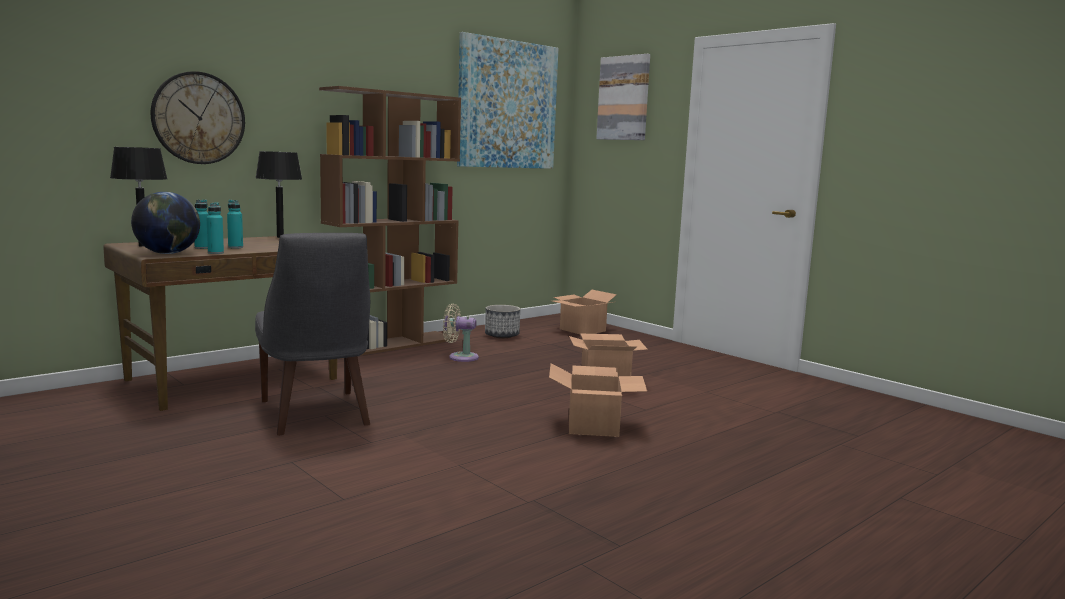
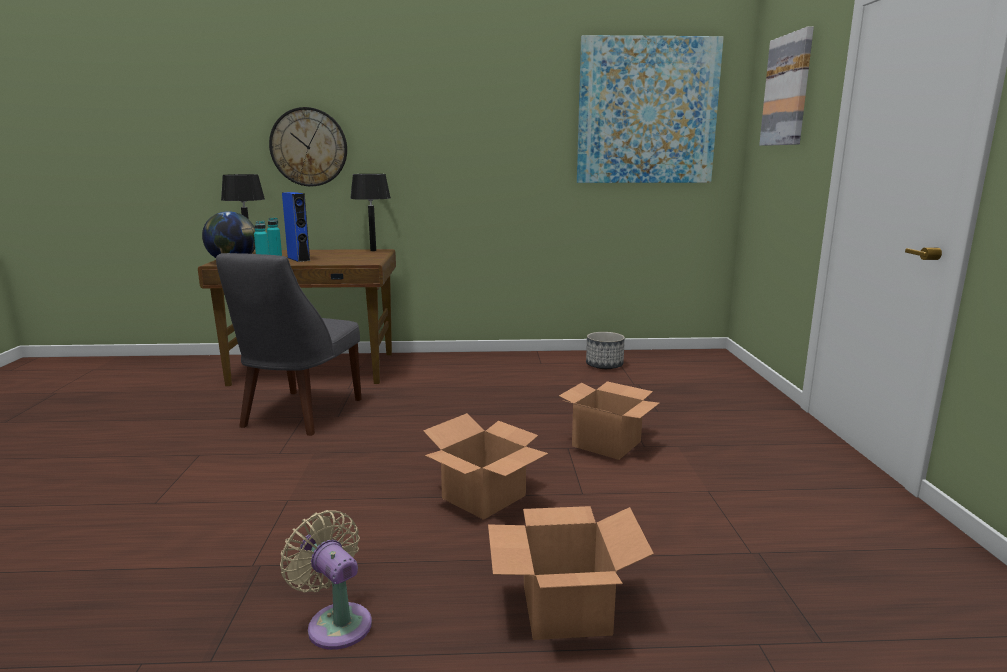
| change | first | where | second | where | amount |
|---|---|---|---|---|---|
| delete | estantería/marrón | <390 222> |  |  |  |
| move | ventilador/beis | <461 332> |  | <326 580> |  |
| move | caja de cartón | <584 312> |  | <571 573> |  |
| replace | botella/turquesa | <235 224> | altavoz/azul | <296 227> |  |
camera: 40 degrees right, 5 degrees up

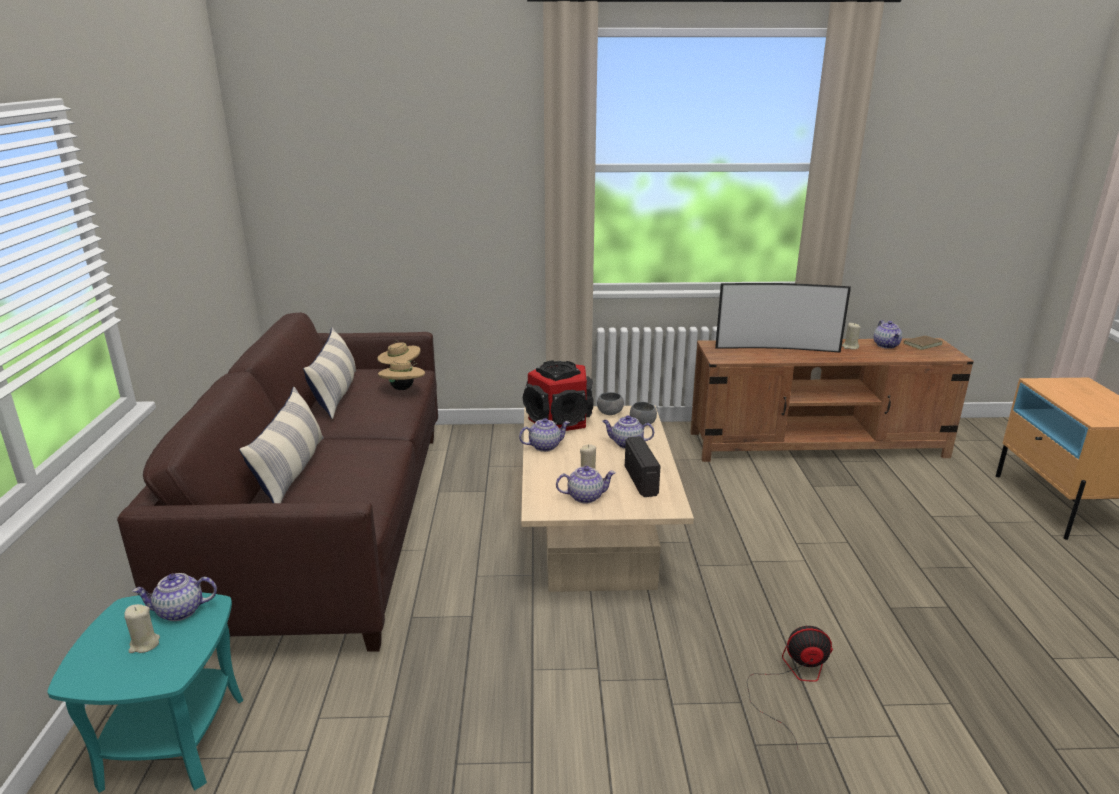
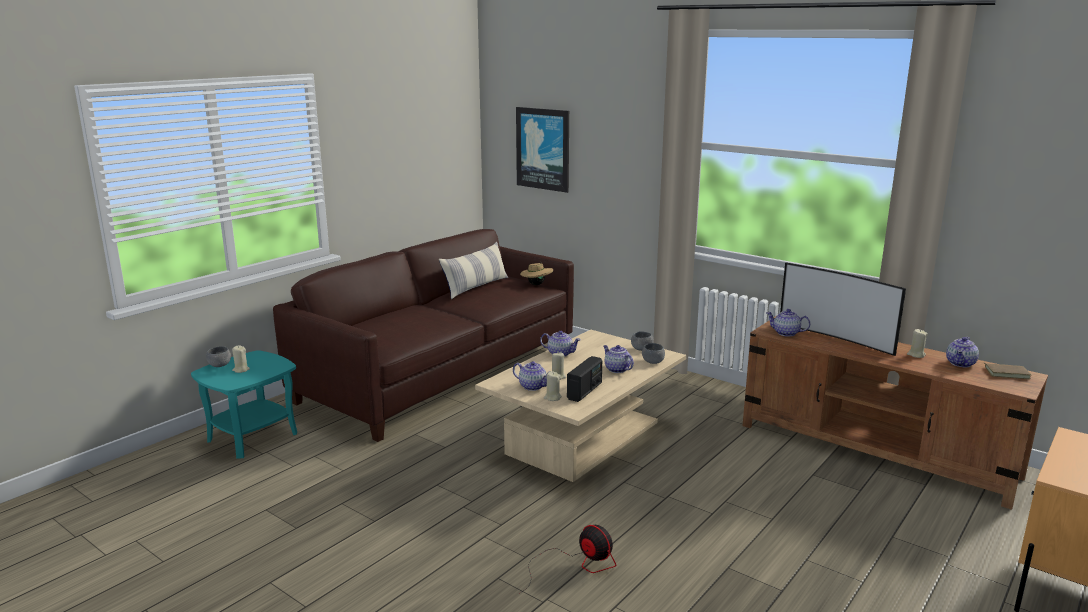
| change | first | where | second | where | amount |
|---|---|---|---|---|---|
| delete | cojín | <281 445> |  |  |  |
| delete | sombrero/beis | <401 375> |  |  |  |
| delete | altavoz | <558 395> |  |  |  |
| insert |  |  | cuenco/gris | <218 356> |  |
| insert |  |  | cuadro | <542 150> |  |
| insert |  |  | vela/beis | <553 386> |  |
| move | tetera | <175 597> |  | <788 323> |  |
camera: 40 degrees right, 5 degrees down

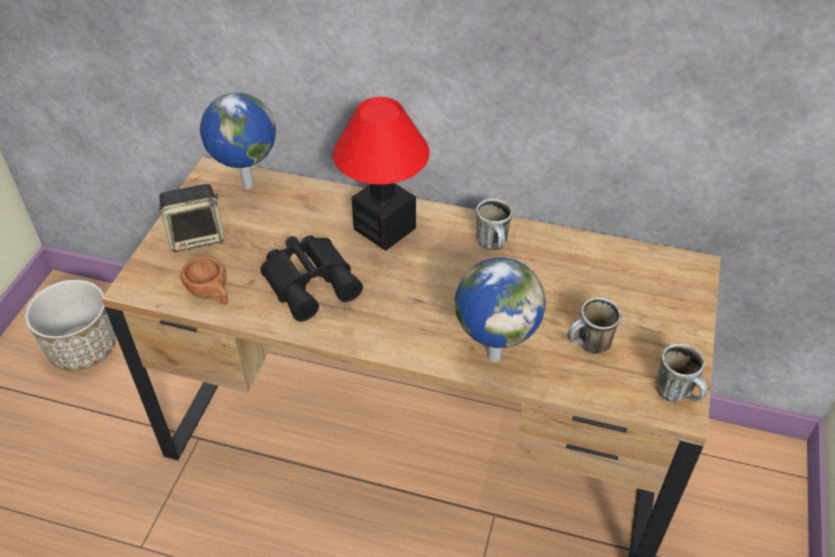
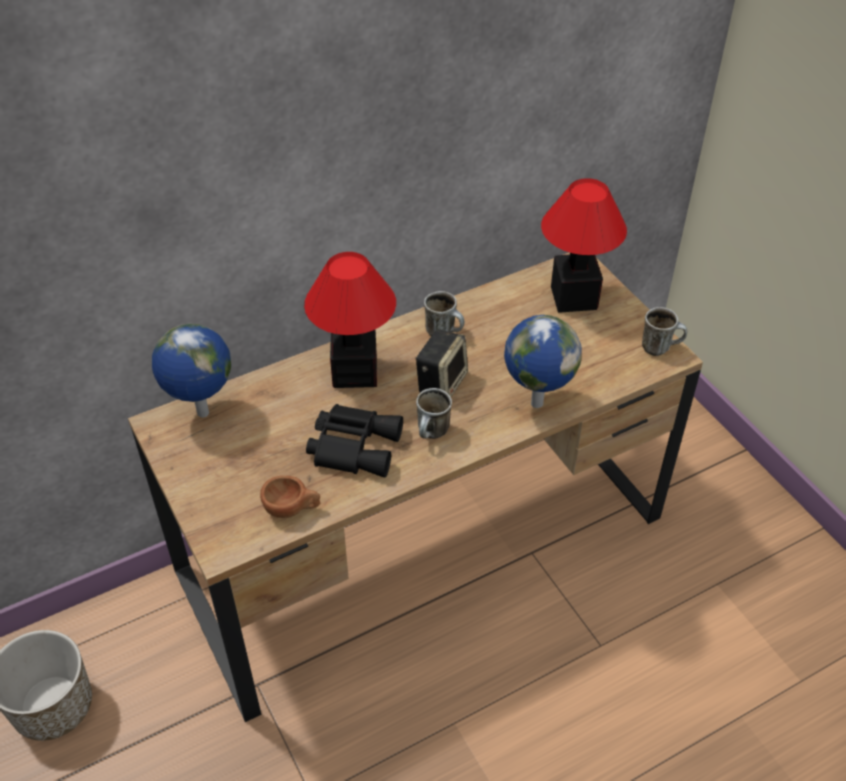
| change | first | where | second | where | amount |
|---|---|---|---|---|---|
| insert |  |  | lámpara de mesa | <584 245> |  |
| move | altavoz | <191 218> |  | <441 363> |  |
| move | taza grande | <594 325> |  | <434 413> |  |
camera: 45 degrees left, 0 degrees up

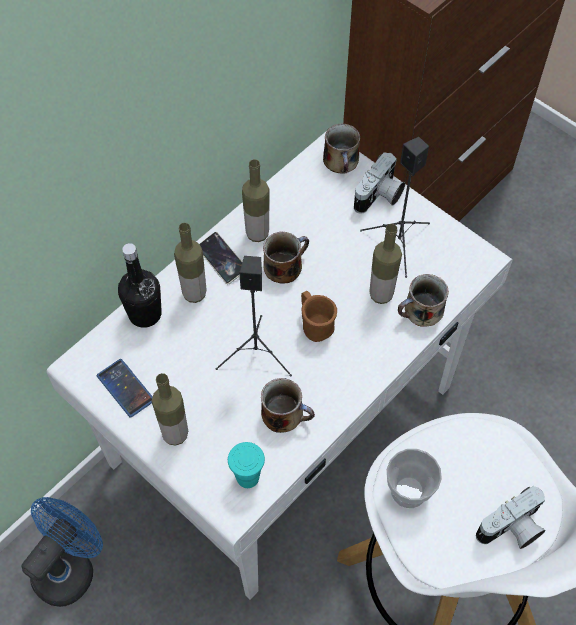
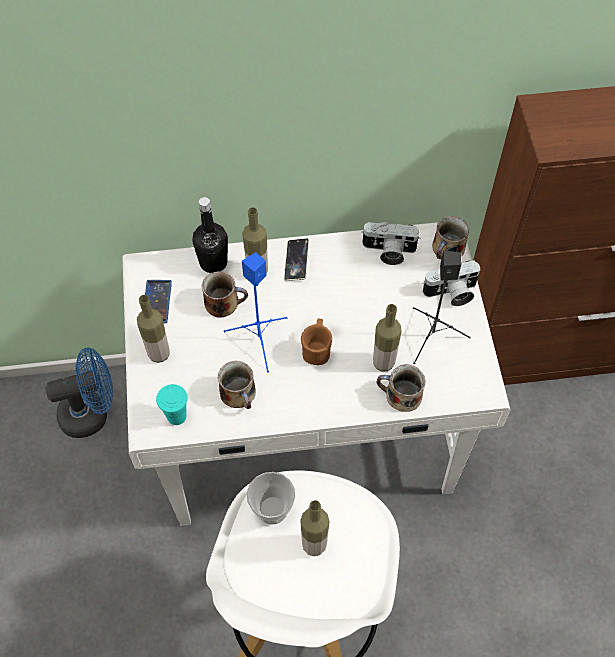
| change | first | where | second | where | amount |
|---|---|---|---|---|---|
| move | botella | <255 200> |  | <314 528> |  |
| move | taza grande | <286 257> |  | <225 294> |  |
| move | cámara | <511 517> |  | <390 243> |  |
| recolor | altavoz/negro | <254 316> | altavoz/azul | <255 312> |  |
camera: 40 degrees right, 0 degrees up

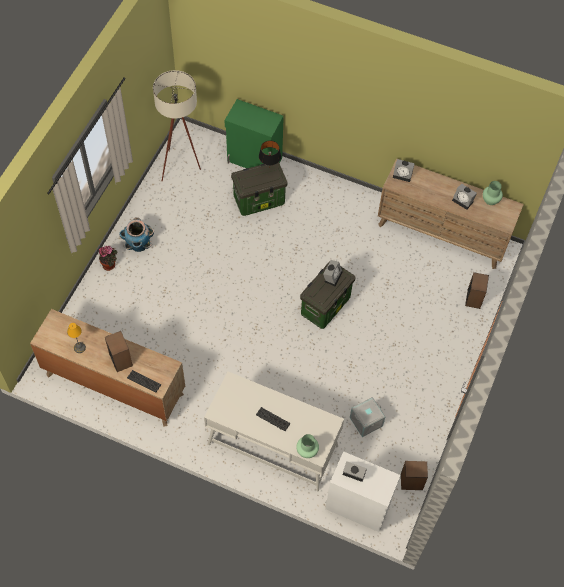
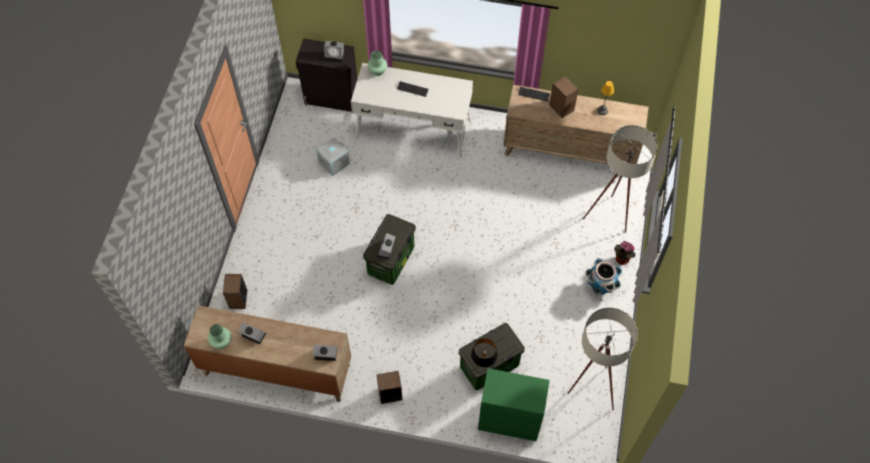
| change | first | where | second | where | amount |
|---|---|---|---|---|---|
| insert |  |  | lámpara de pie/beis | <620 179> |  |
| move | altavoz | <414 475> |  | <390 387> |  |
| recolor | armario/blanco | <363 491> | armario/negro | <326 75> |  |
camera: 170 degrees right, 0 degrees up

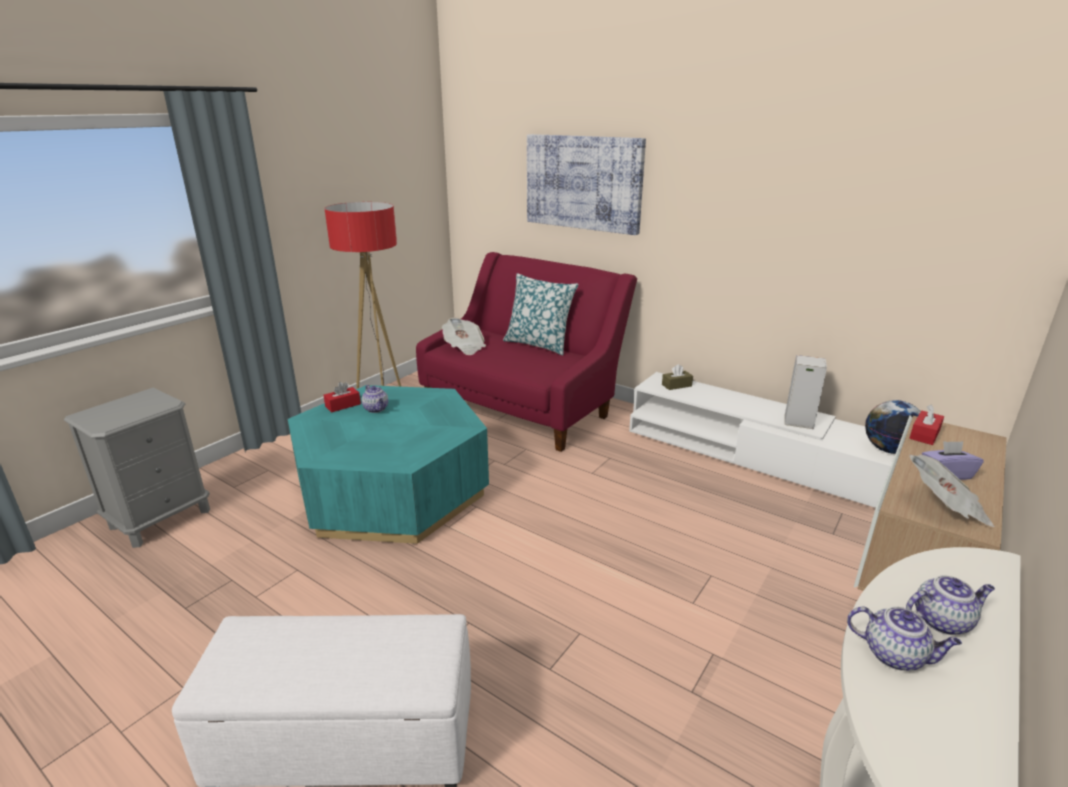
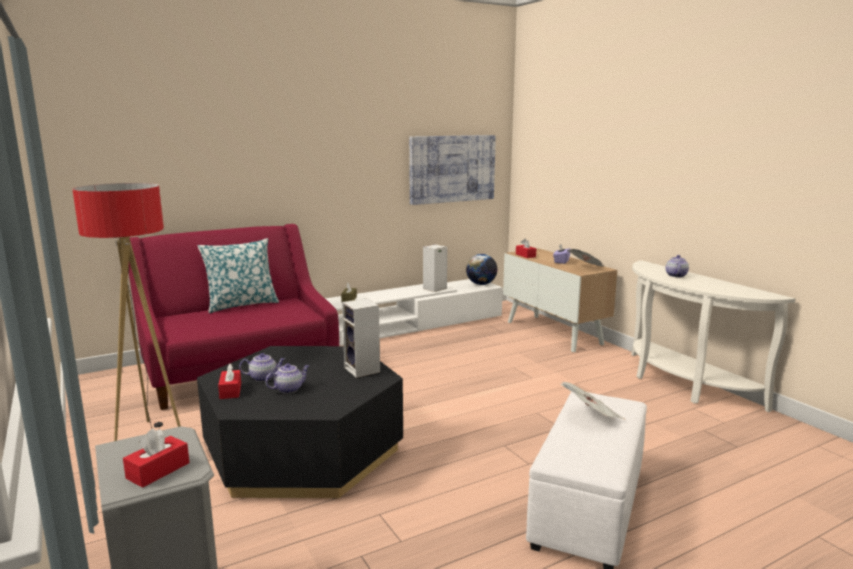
| change | first | where | second | where | amount |
|---|---|---|---|---|---|
| insert |  |  | caja de pañuelos/rojo | <156 458> |  |
| insert |  |  | altavoz | <361 338> |  |
| move | periódico | <464 336> |  | <593 401> |  |
| move | cuadro | <586 184> |  | <452 170> |  |
| move | tetera | <904 638> |  | <287 378> |  |
| recolor | mesa de centro/turquesa | <388 464> | mesa de centro/negro | <300 422> |  |
camera: 65 degrees left, 10 degrees down

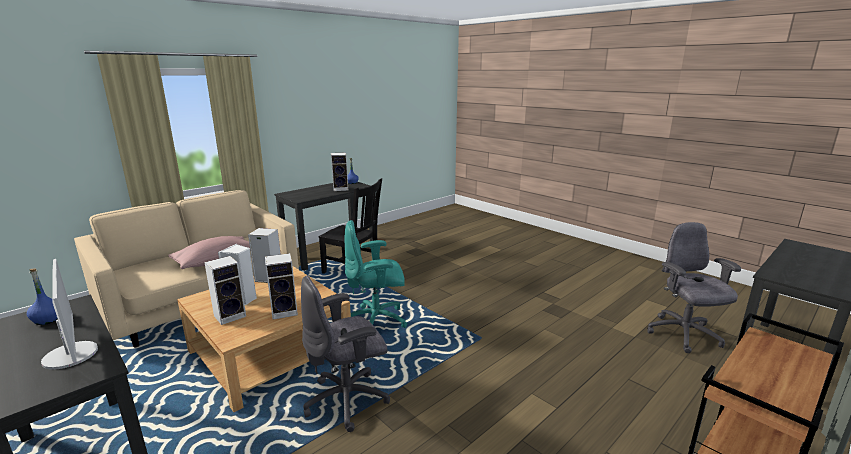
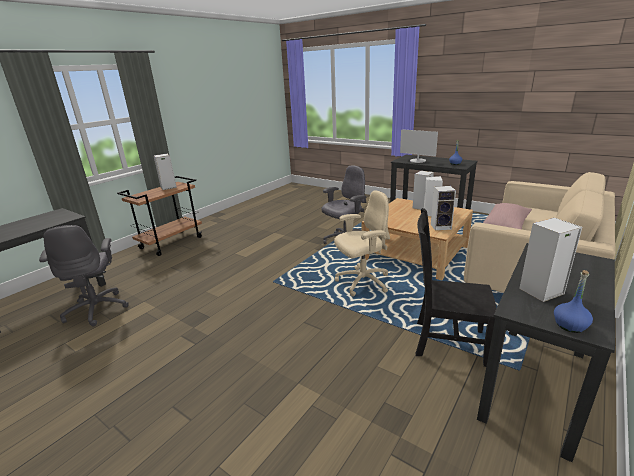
| change | first | where | second | where | amount |
|---|---|---|---|---|---|
| move | altavoz | <281 286> |  | <165 172> |  |
| recolor | silla de oficina/turquesa | <376 274> | silla de oficina/beis | <362 243> |  |
camera: 170 degrees right, 5 degrees up

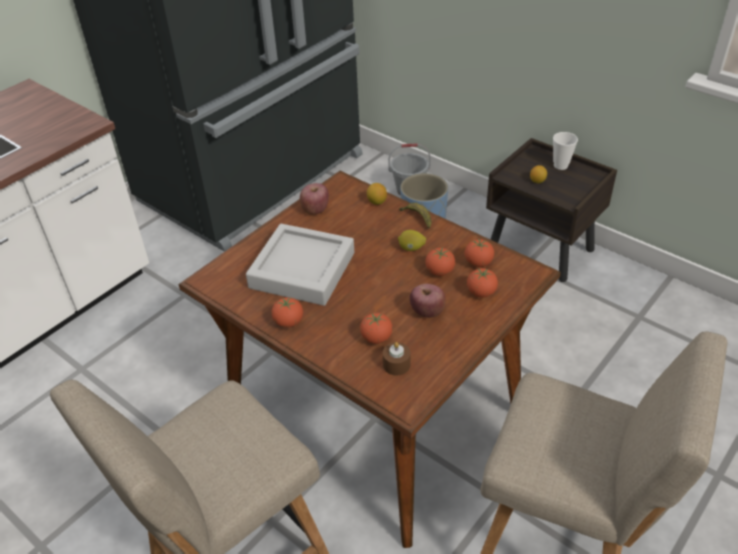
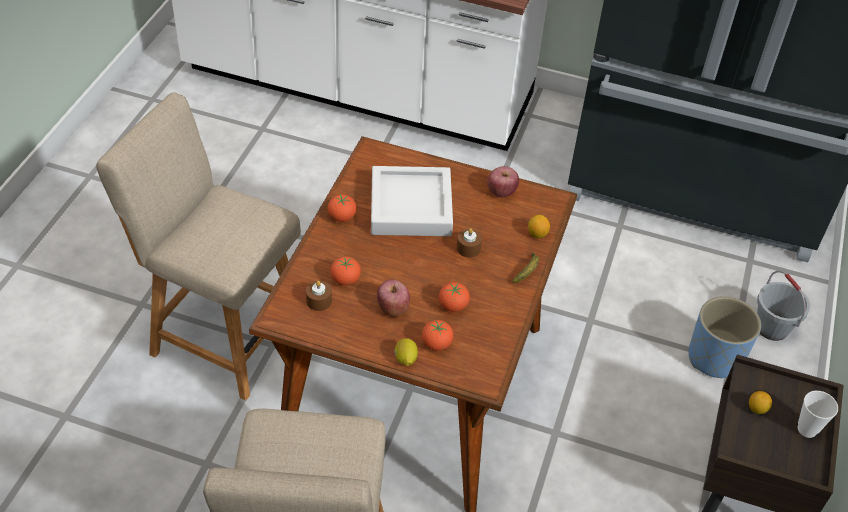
| change | first | where | second | where | amount |
|---|---|---|---|---|---|
| delete | tomate | <479 253> |  |  |  |
| insert |  |  | vela/marrón | <469 243> |  |
| move | limón | <412 240> |  | <406 352> |  |
camera: 65 degrees right, 5 degrees up

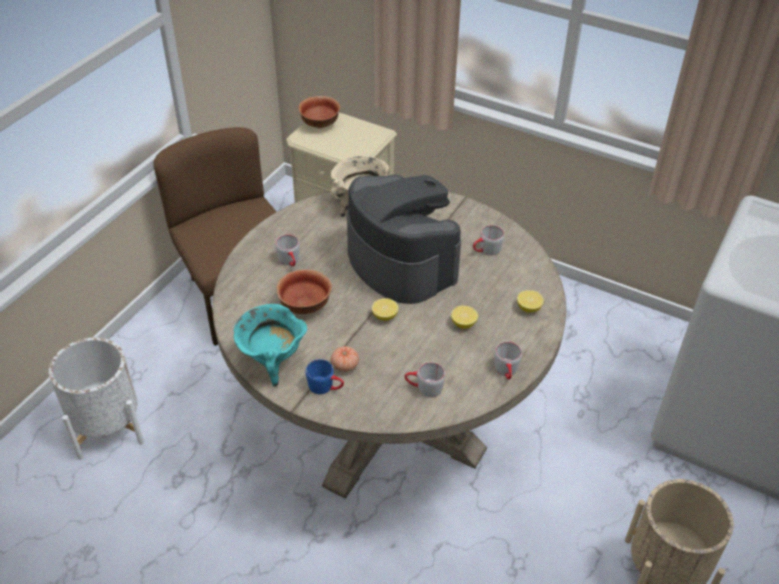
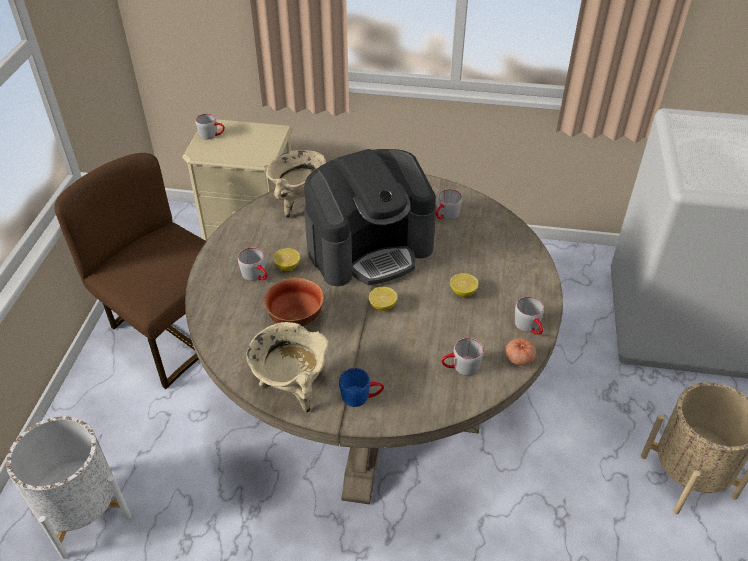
| change | first | where | second | where | amount |
|---|---|---|---|---|---|
| move | tomate | <345 359> |  | <520 352> |  |
| move | limón | <530 301> |  | <286 259> |  |
| replace | cuenco | <319 112> | taza grande/gris | <210 126> |  |
| recolor | olla/turquesa | <270 345> | olla/beis | <287 367> |  |
| rotate | cafetera | <404 239> |  | <370 217> | 120 degrees clockwise |
camera: 20 degrees left, 0 degrees up

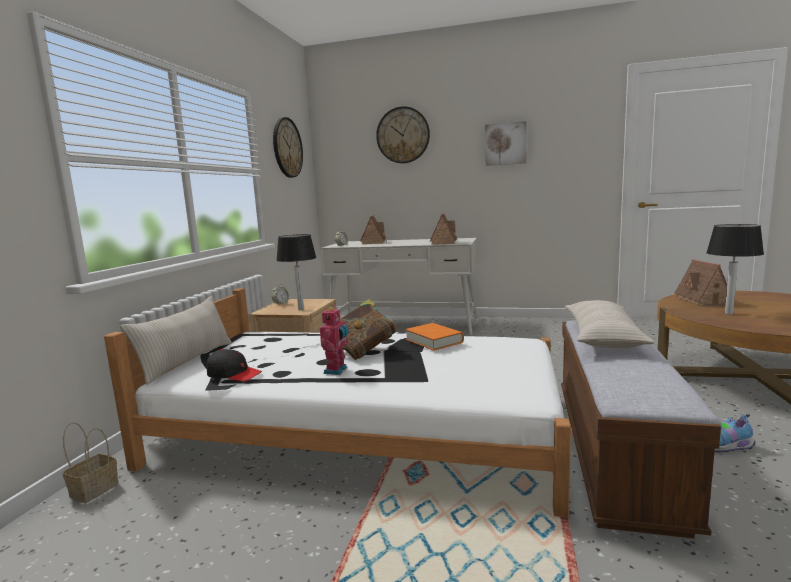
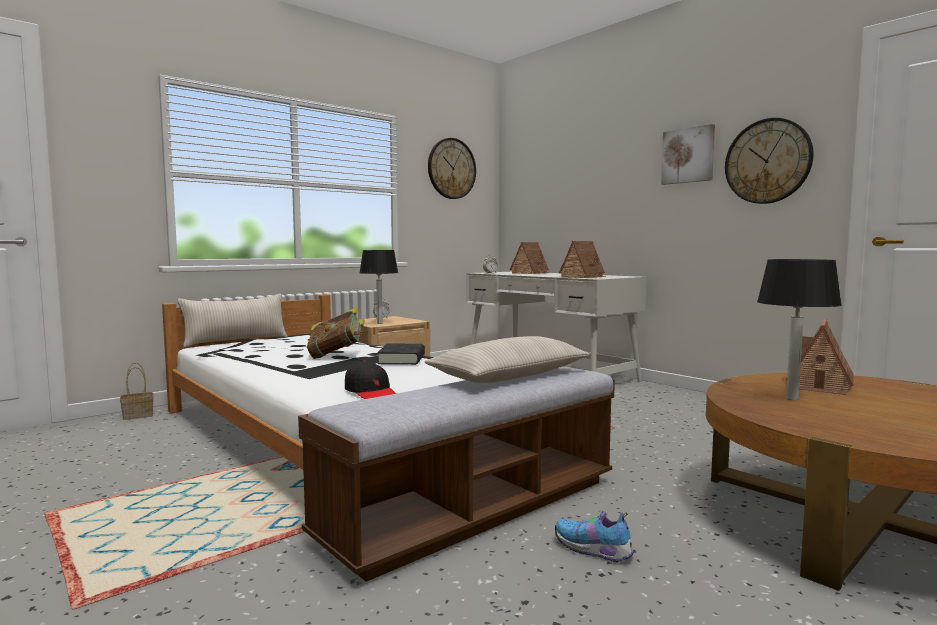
| change | first | where | second | where | amount |
|---|---|---|---|---|---|
| delete | robot de juguete | <334 341> |  |  |  |
| move | gorra/negro | <234 365> |  | <370 380> |  |
| move | reloj de pared | <403 134> |  | <769 161> |  |
| recolor | libro/naranja | <434 337> | libro/negro | <401 354> |  |
camera: 35 degrees right, 5 degrees down

